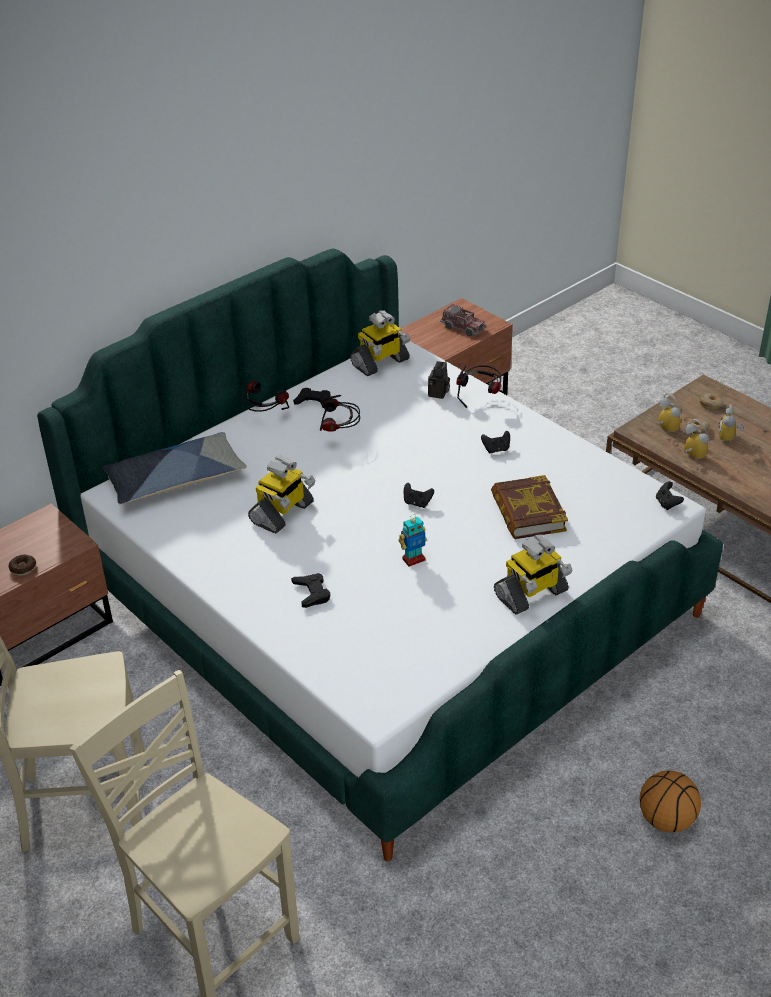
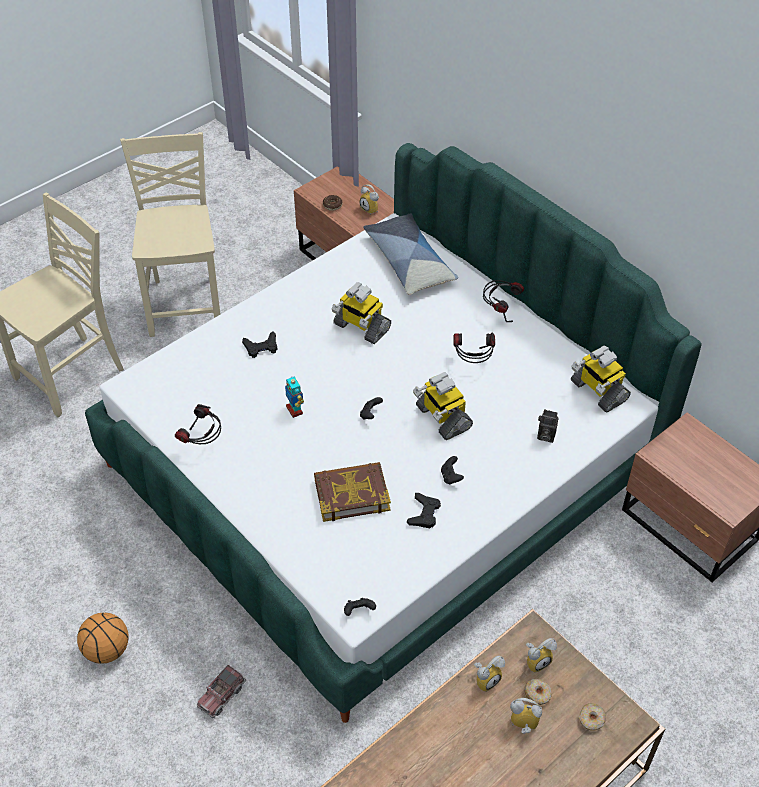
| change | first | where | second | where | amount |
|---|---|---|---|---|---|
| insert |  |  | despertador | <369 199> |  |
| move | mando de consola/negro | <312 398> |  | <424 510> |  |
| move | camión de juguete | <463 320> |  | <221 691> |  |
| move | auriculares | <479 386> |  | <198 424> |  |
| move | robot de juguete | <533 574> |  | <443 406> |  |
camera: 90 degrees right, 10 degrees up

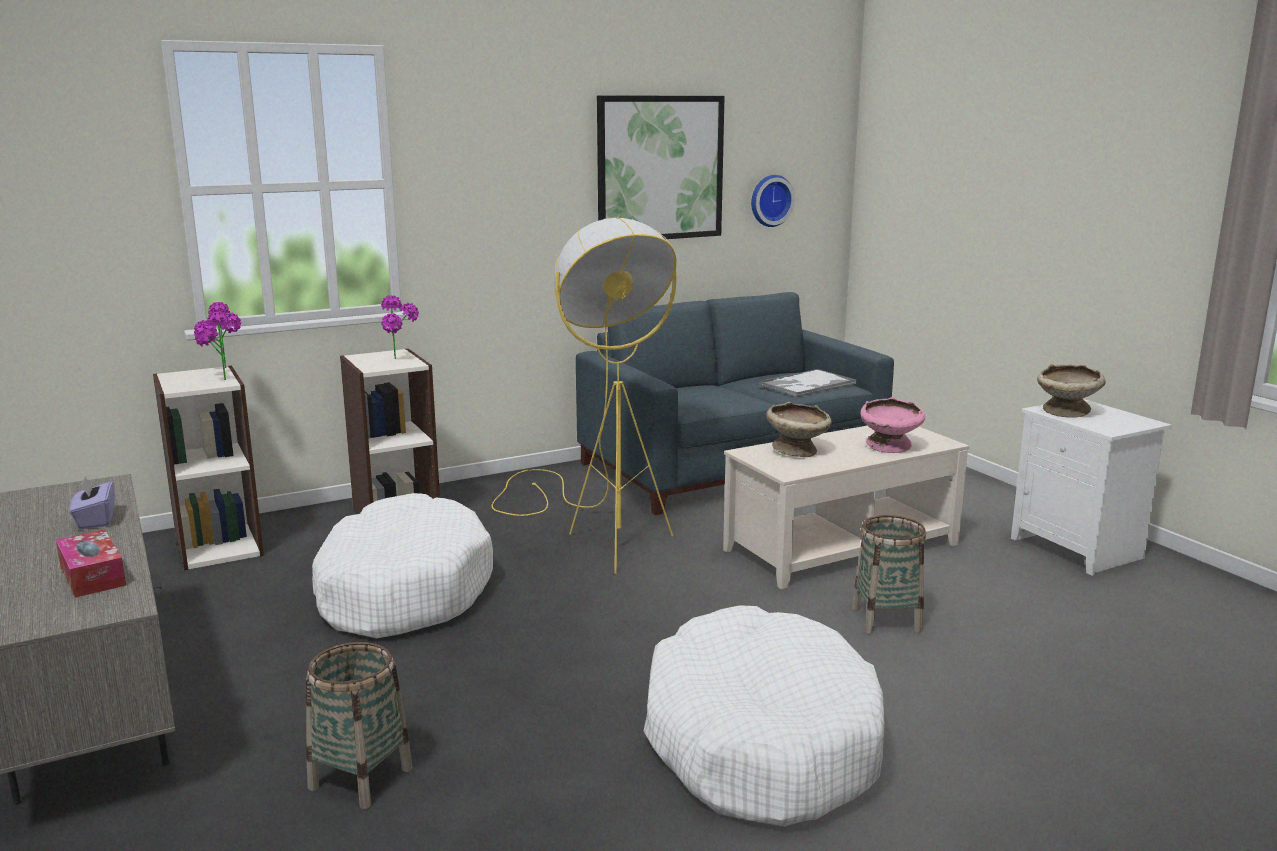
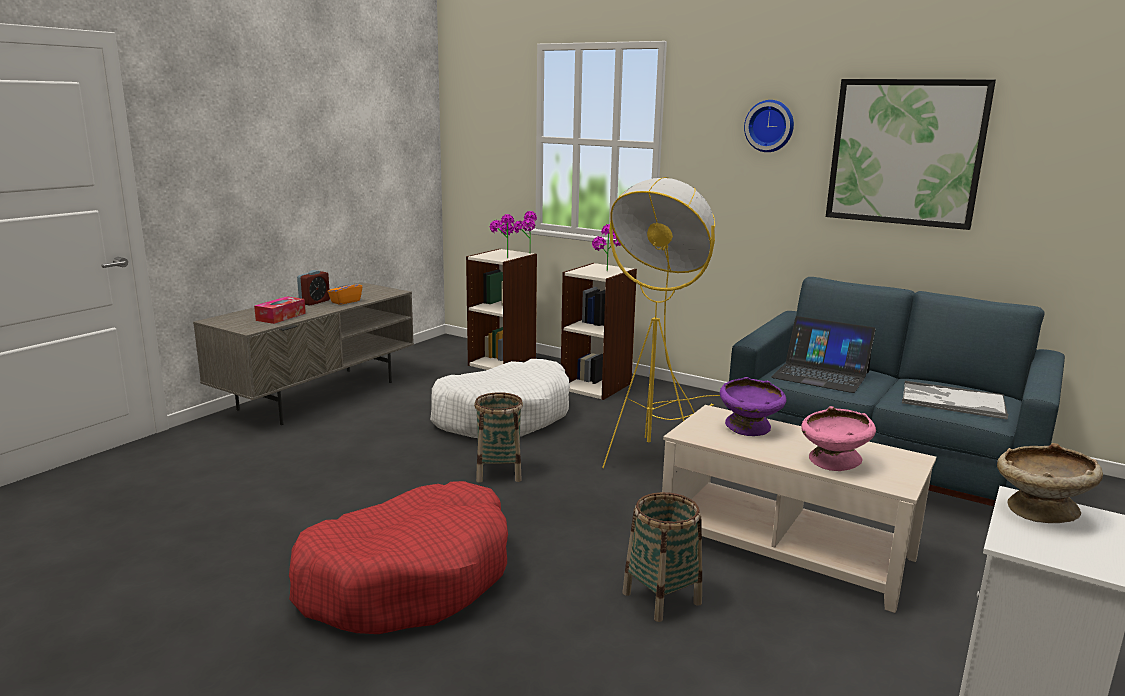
| change | first | where | second | where | amount |
|---|---|---|---|---|---|
| insert |  |  | despertador | <313 288> |  |
| insert |  |  | portátil | <823 354> |  |
| move | cesta | <359 725> |  | <498 437> |  |
| move | reloj de pared | <773 201> |  | <769 126> |  |
| recolor | caja de pañuelos/morado | <92 502> | caja de pañuelos/naranja | <344 291> |  |
| recolor | cama para perro/blanco | <764 716> | cama para perro/rojo | <398 557> |  |
| recolor | cuenco/beis | <799 429> | cuenco/morado | <753 406> |  |
camera: 60 degrees right, 0 degrees up

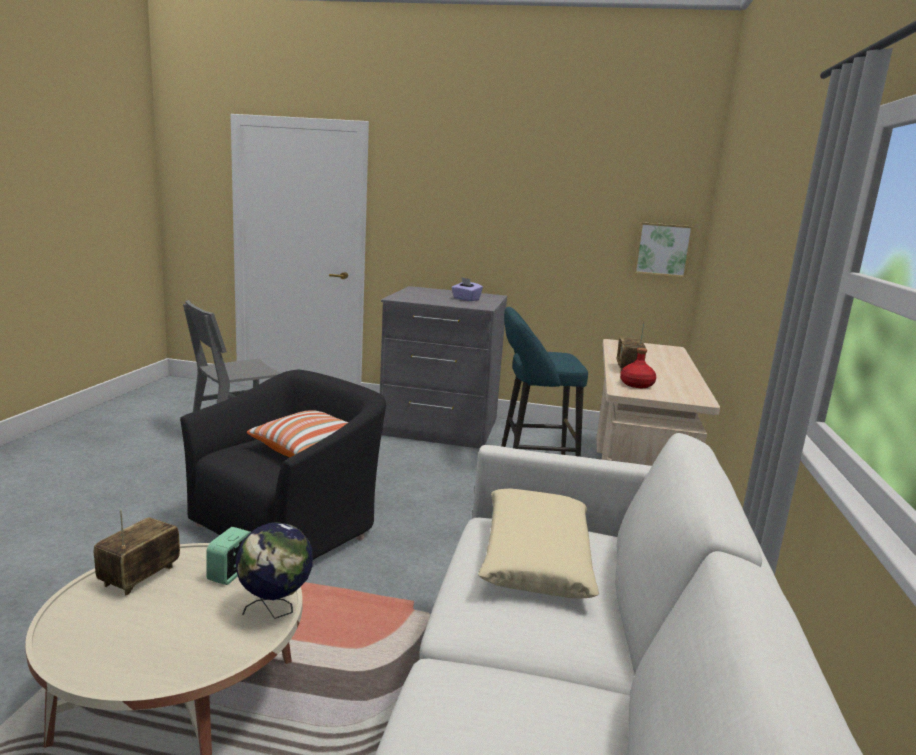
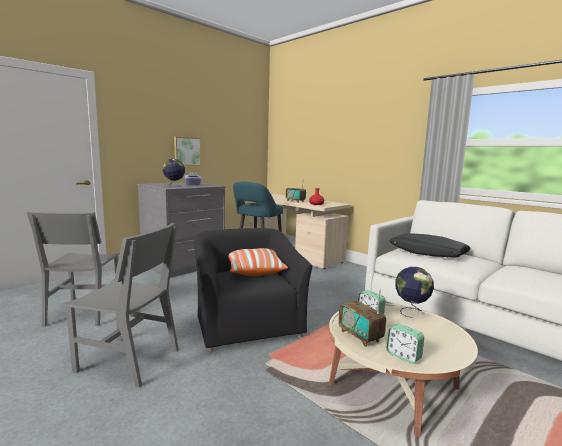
| change | first | where | second | where | amount |
|---|---|---|---|---|---|
| insert |  |  | silla/gris | <120 305> |  |
| insert |  |  | globo terráqueo | <174 173> |  |
| insert |  |  | despertador | <405 344> |  |
| move | cuadro | <664 250> |  | <187 150> |  |
| recolor | cojín/beis | <538 543> | cojín/negro | <430 245> |  |
camera: 55 degrees left, 5 degrees down

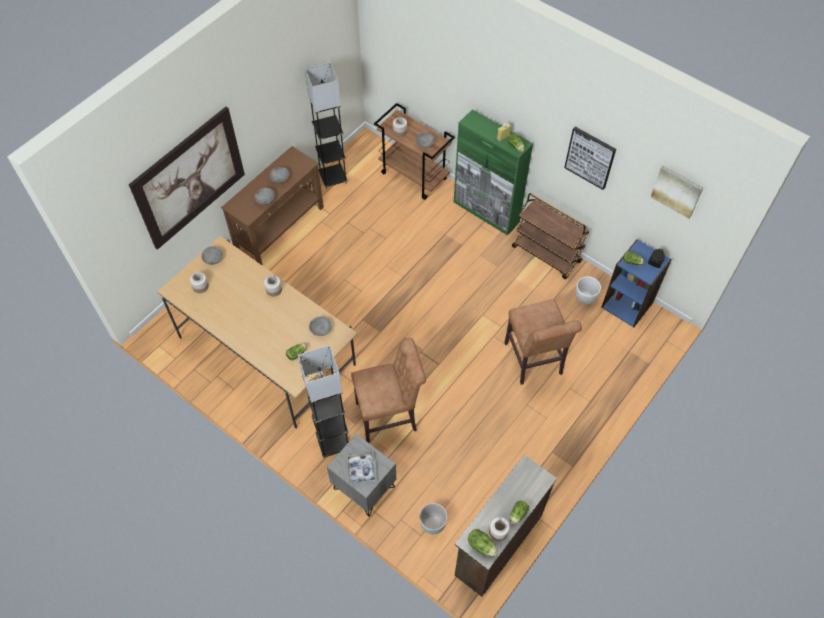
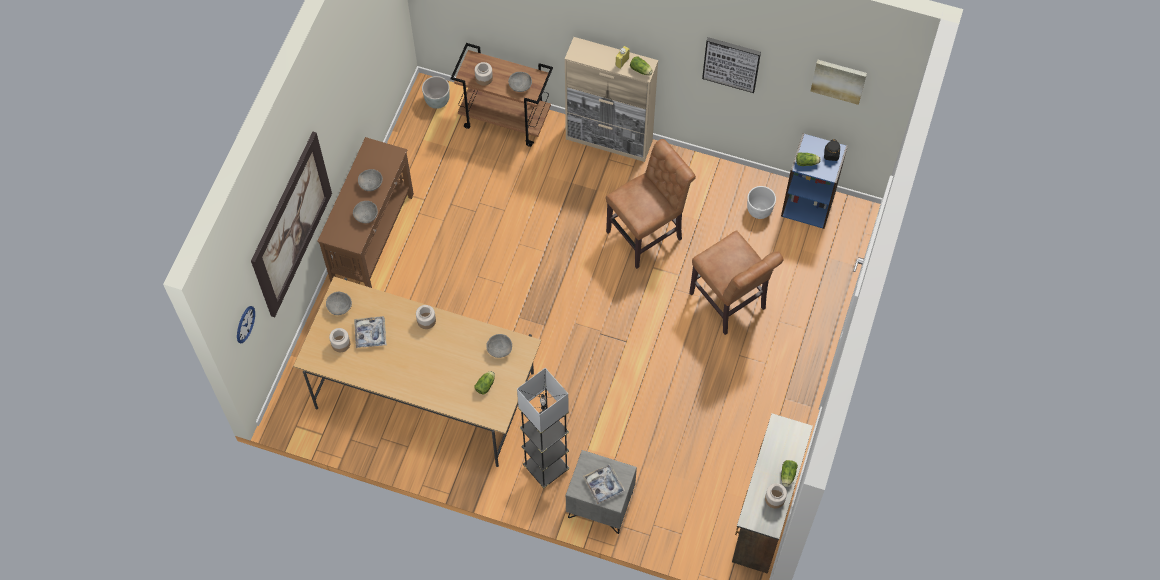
| change | first | where | second | where | amount |
|---|---|---|---|---|---|
| delete | lámpara de pie/gris | <326 125> |  |  |  |
| delete | lechuga | <483 543> |  |  |  |
| delete | carrito/marrón | <551 236> |  |  |  |
| insert |  |  | reloj de pared | <246 324> |  |
| insert |  |  | bandeja | <370 332> |  |
| move | silla/marrón | <388 390> |  | <651 204> |  |
| move | maceta/gris | <433 518> |  | <436 92> |  |
| recolor | armario/verde | <493 172> | armario/beis | <611 99> |  |
camera: 20 degrees left, 5 degrees up

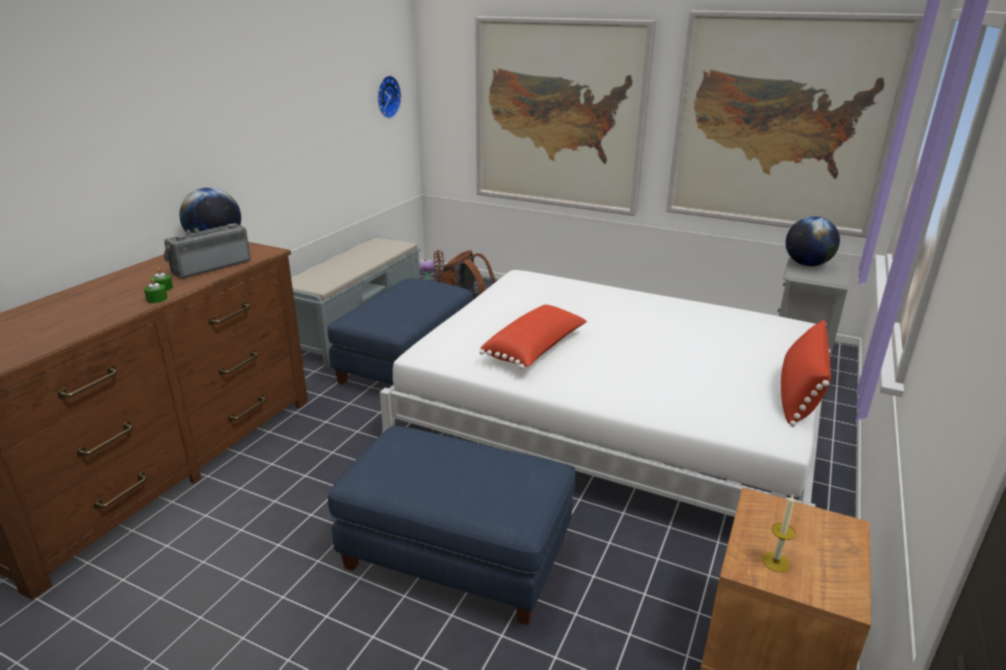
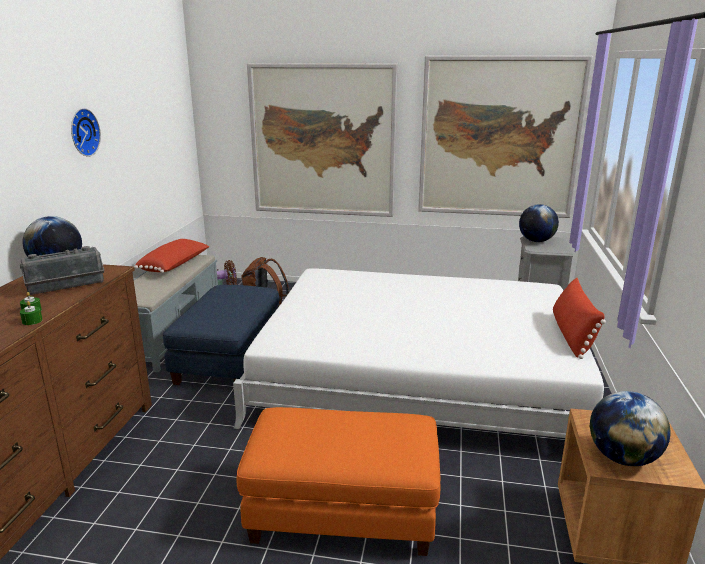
| change | first | where | second | where | amount |
|---|---|---|---|---|---|
| move | reloj de pared | <389 96> |  | <86 132> |  |
| move | cojín/rojo | <533 337> |  | <171 256> |  |
| replace | vela | <779 533> | globo terráqueo | <630 428> |  |
| recolor | puf/azul | <451 525> | puf/naranja | <338 481> |  |
| rotate | radio | <207 251> |  | <62 270> | 150 degrees counterclockwise |
camera: 15 degrees left, 5 degrees down

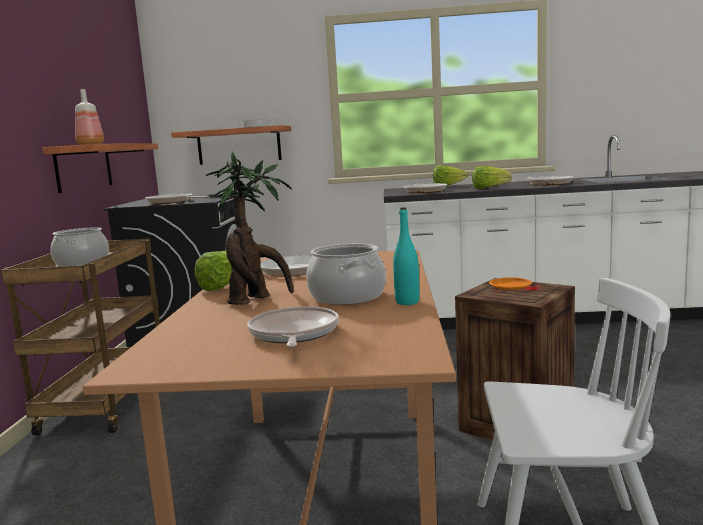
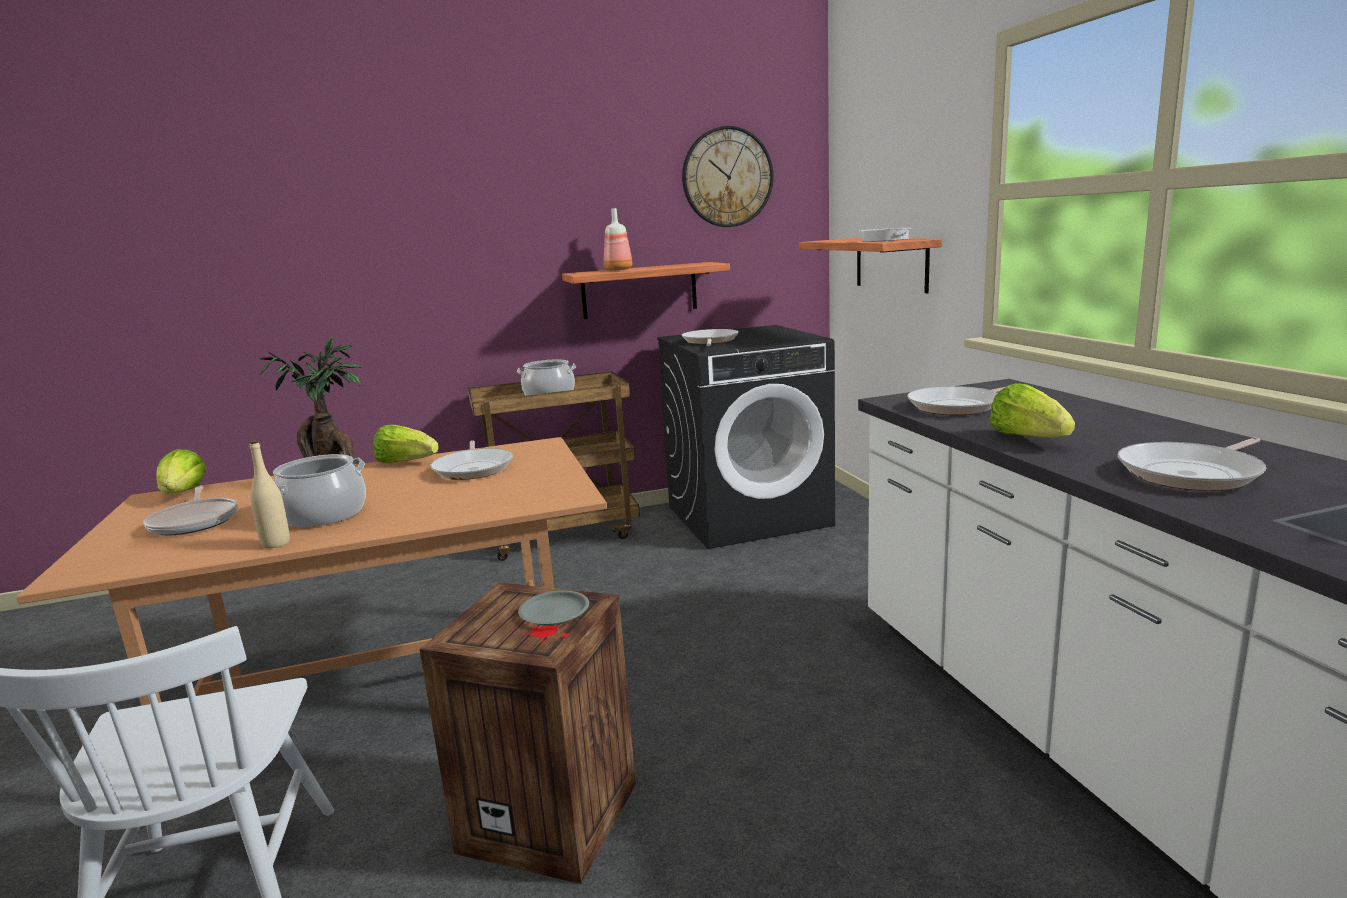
| change | first | where | second | where | amount |
|---|---|---|---|---|---|
| insert |  |  | reloj de pared | <727 176> |  |
| move | lechuga | <450 175> |  | <181 471> |  |
| recolor | botella/turquesa | <406 256> | botella/beis | <269 494> |  |
| recolor | plato/naranja | <510 283> | plato/gris | <553 607> |  |
| rotate | sartén | <293 326> |  | <190 511> | 90 degrees clockwise |
camera: 70 degrees right, 5 degrees up

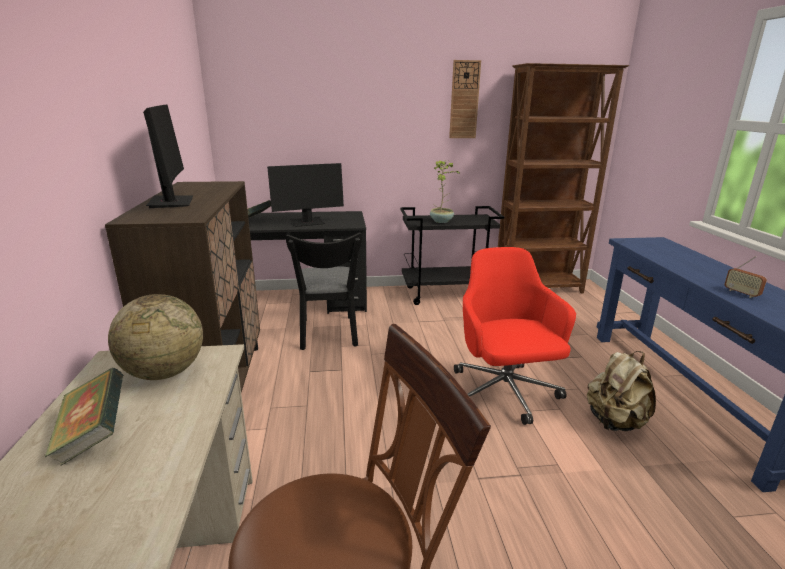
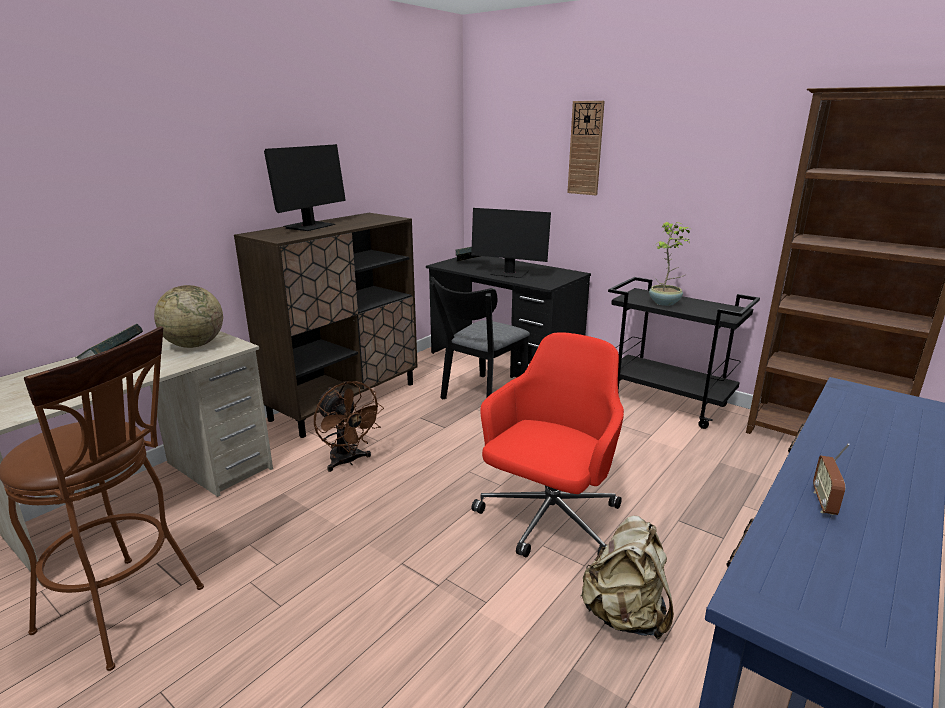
| change | first | where | second | where | amount |
|---|---|---|---|---|---|
| insert |  |  | ventilador/marrón | <349 426> |  |
| move | reloj de pared | <465 99> |  | <586 148> |  |
camera: 45 degrees right, 0 degrees up

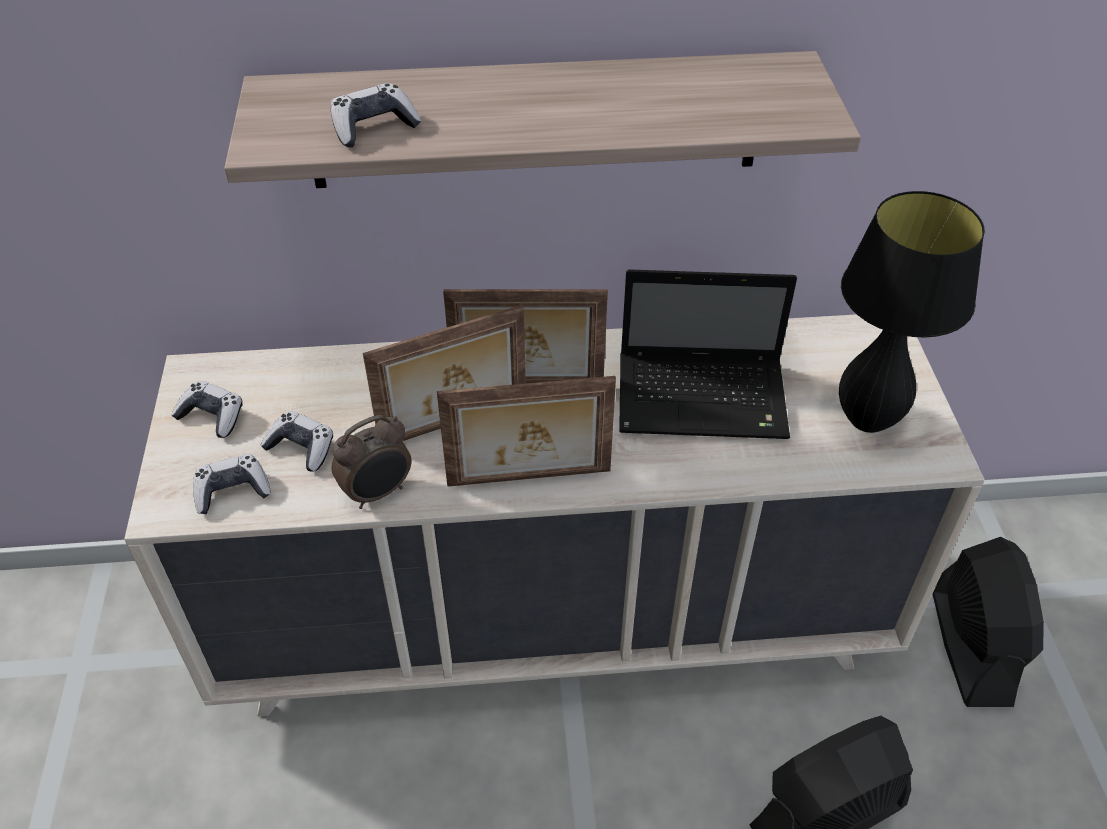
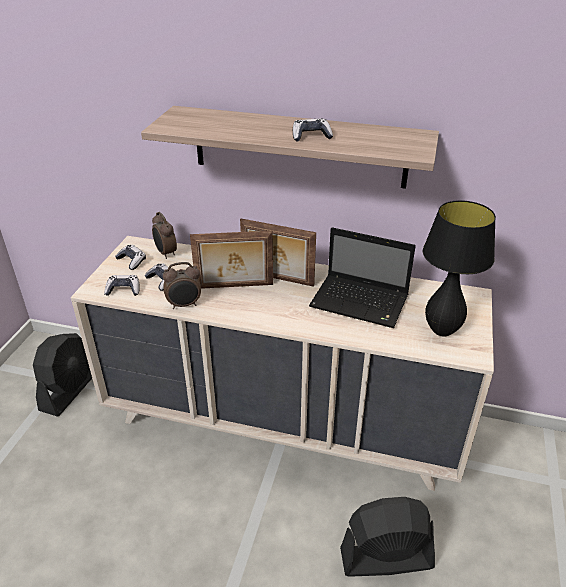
| change | first | where | second | where | amount |
|---|---|---|---|---|---|
| delete | portarretratos | <526 431> |  |  |  |
| insert |  |  | despertador | <164 235> |  |
| move | mando de consola | <376 115> |  | <313 130> |  |
| move | ventilador/negro | <988 622> |  | <62 374> |  |
camera: 20 degrees right, 10 degrees down

